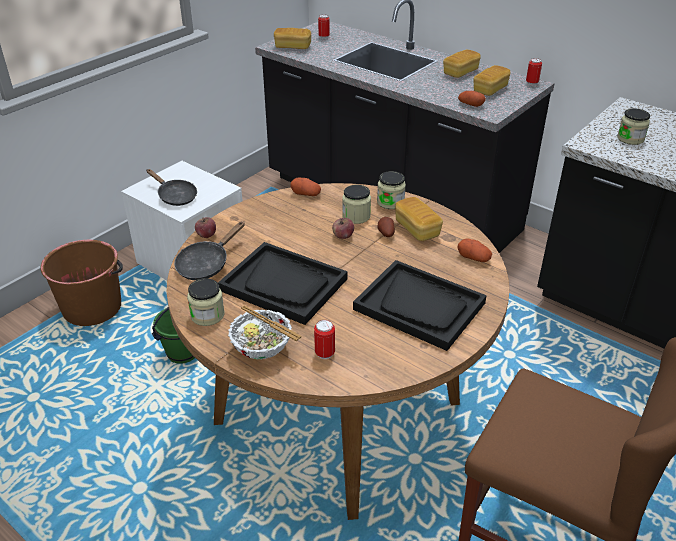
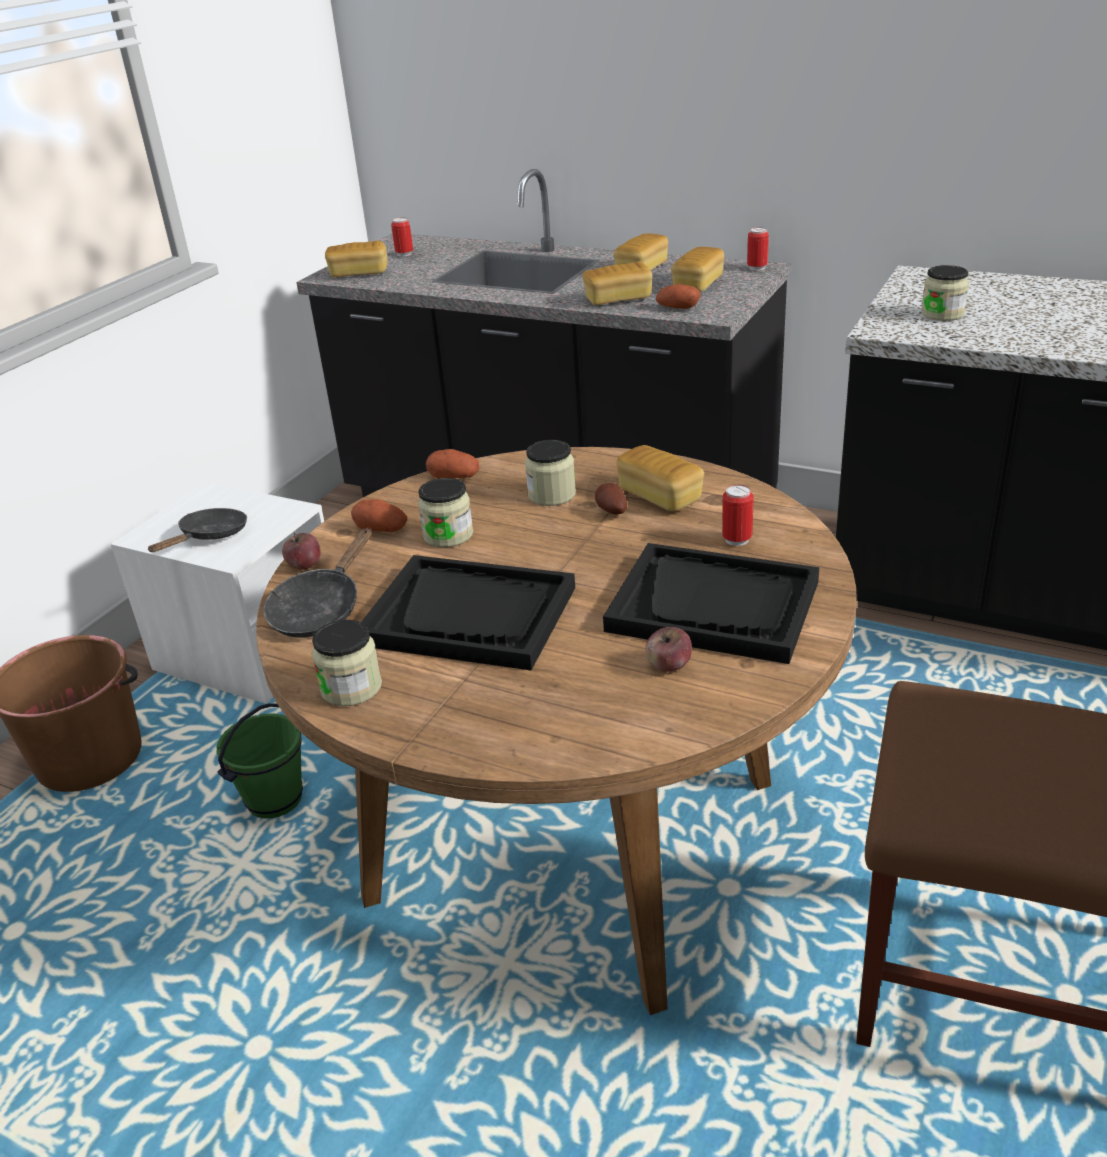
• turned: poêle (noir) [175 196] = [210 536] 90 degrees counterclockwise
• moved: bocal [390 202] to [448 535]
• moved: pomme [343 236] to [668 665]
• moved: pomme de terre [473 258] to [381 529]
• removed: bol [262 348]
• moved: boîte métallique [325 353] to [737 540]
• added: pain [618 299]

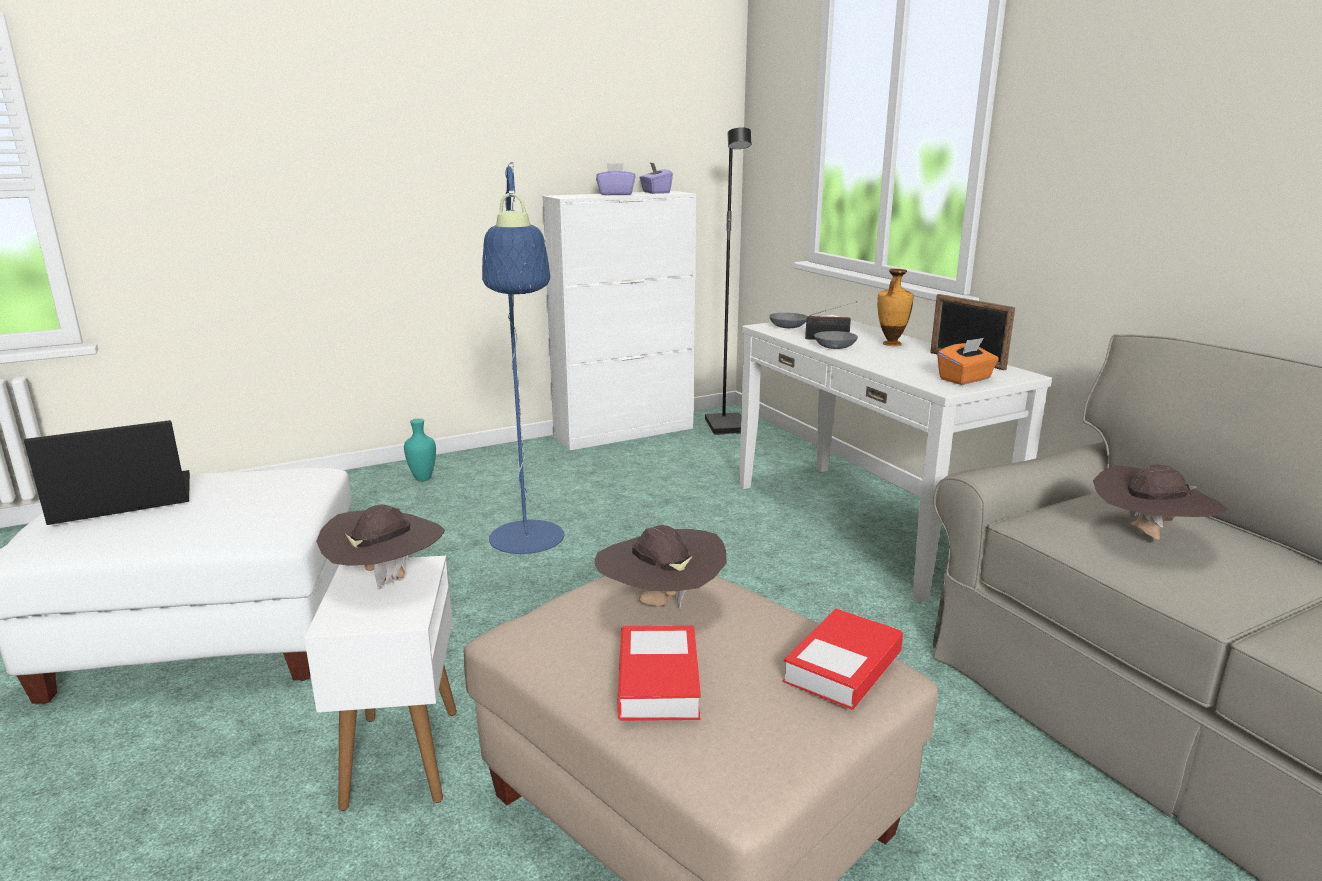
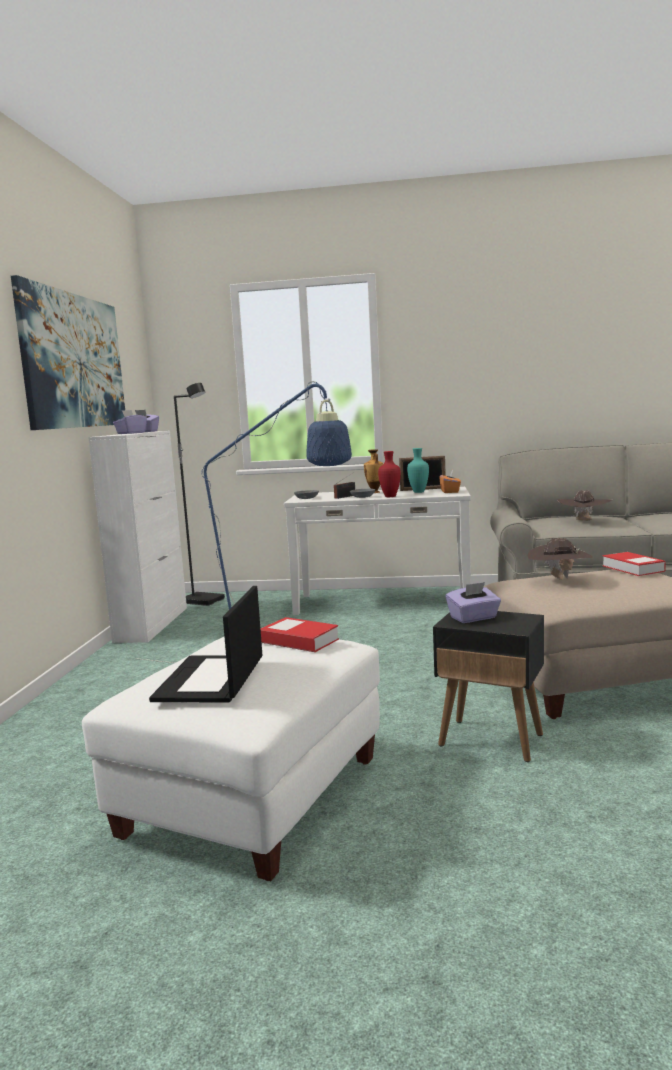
• moved: vase (turquoise) [423 478] to [418 492]
• replaced: chapeau (marron) [387 579] to boîte à mouchoirs (violet) [473 618]
• recoloured: table d'appoint (blanc) [402 758] to table d'appoint (noir) [492 740]
• moved: livre [658 681] to [299 641]
• added: tableau [74 361]
• added: vase (rouge) [390 496]

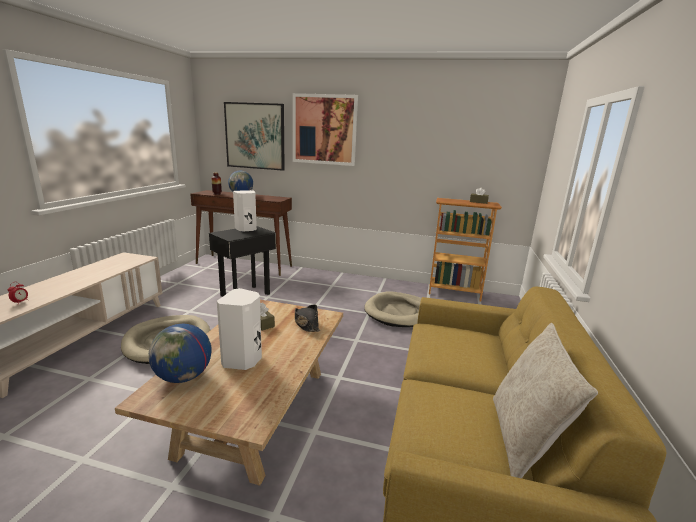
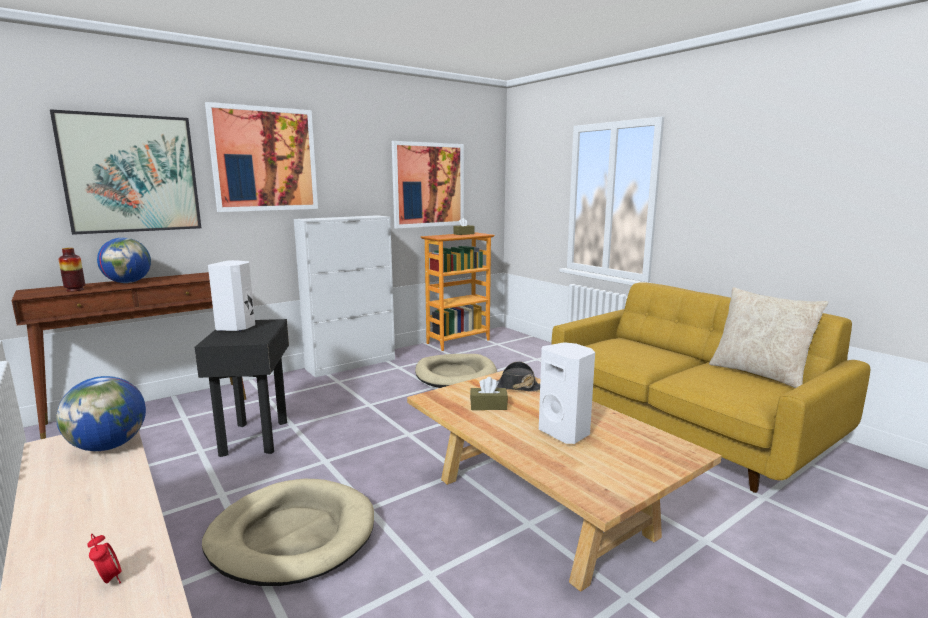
• moved: globe [183 377] to [109 446]
• added: tableau [428 185]
• added: meuble de rangement (blanc) [351 364]

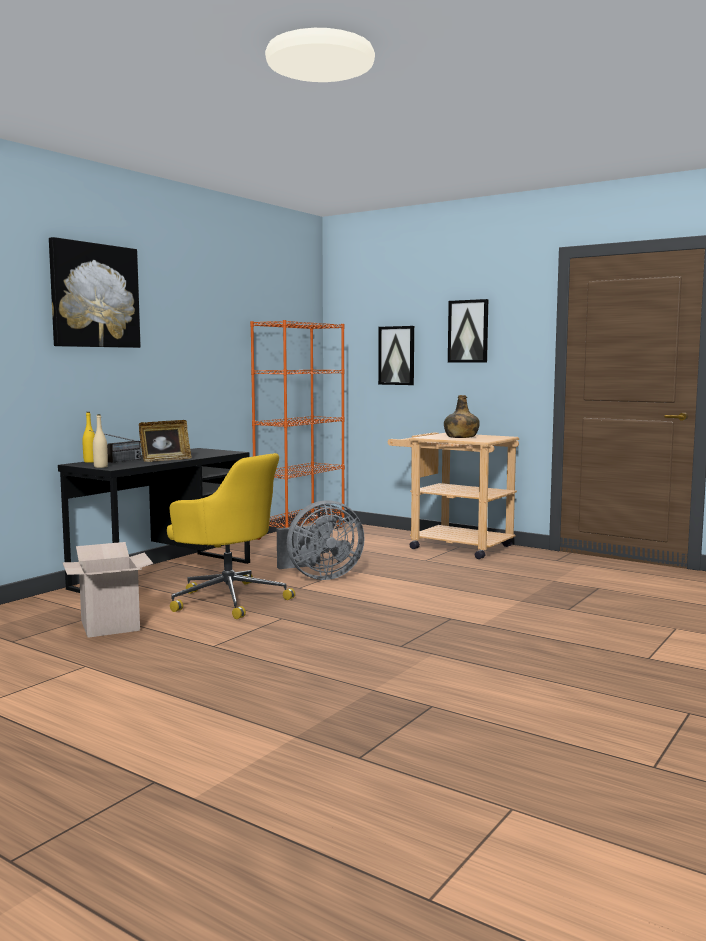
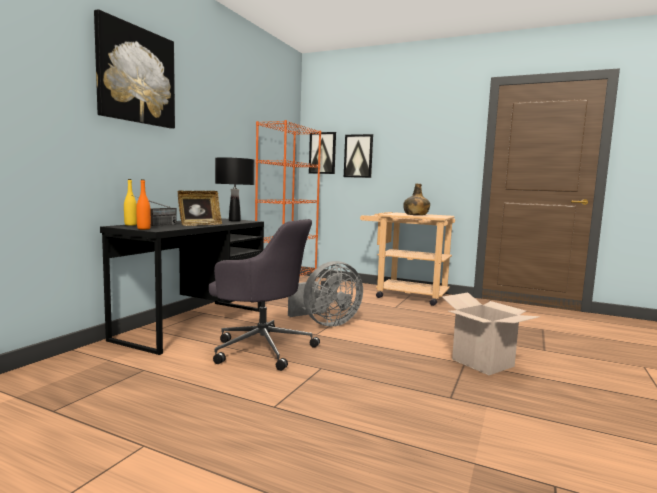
• moved: tableau [468 331] to [322 153]
• recoloured: bouteille (beige) [100 467] to bouteille (orange) [143 228]
• recoloured: chaise de bureau (jaune) [228 599] to chaise de bureau (gris) [261 348]
• moved: carton [110 626] to [482 363]
• added: lampe de table (noir) [234 220]

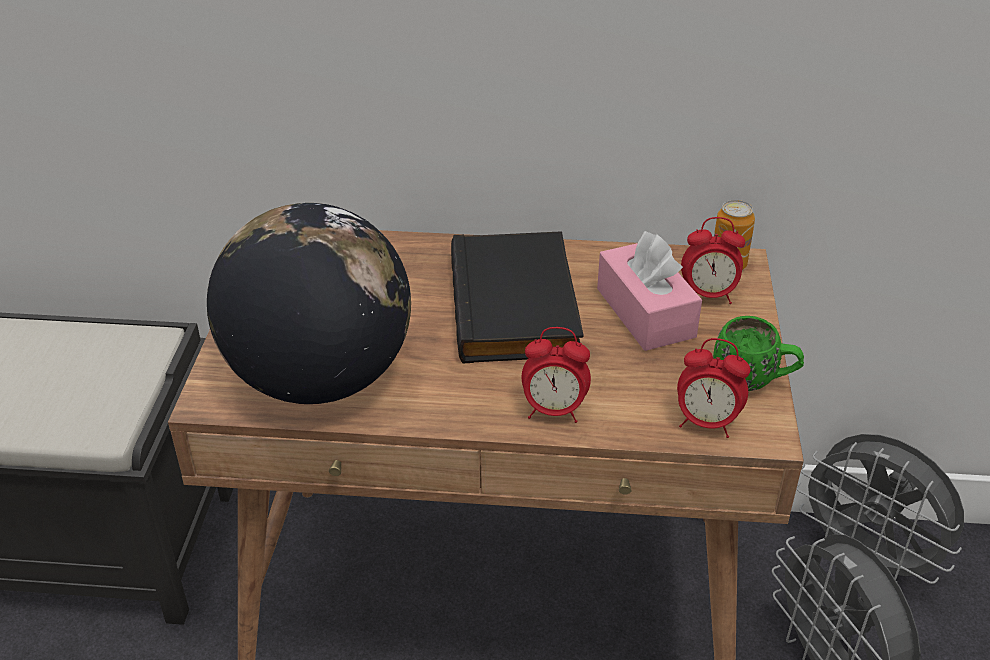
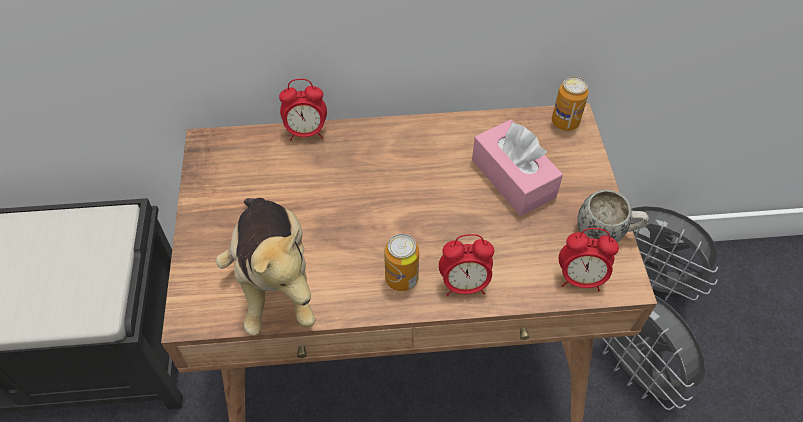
• replaced: globe [320 378] to peluche [275 280]
• moved: réveil [708 295] to [306 132]
• removed: livre (noir) [518 305]
• recoloured: mug (vert) [753 382] to mug (blanc) [606 234]
• added: boîte métallique [401 278]

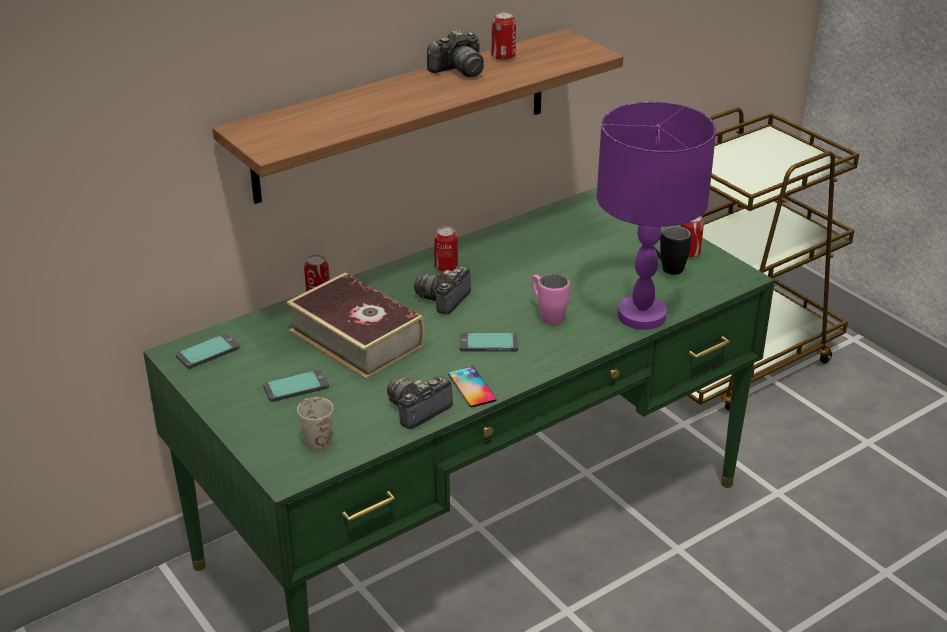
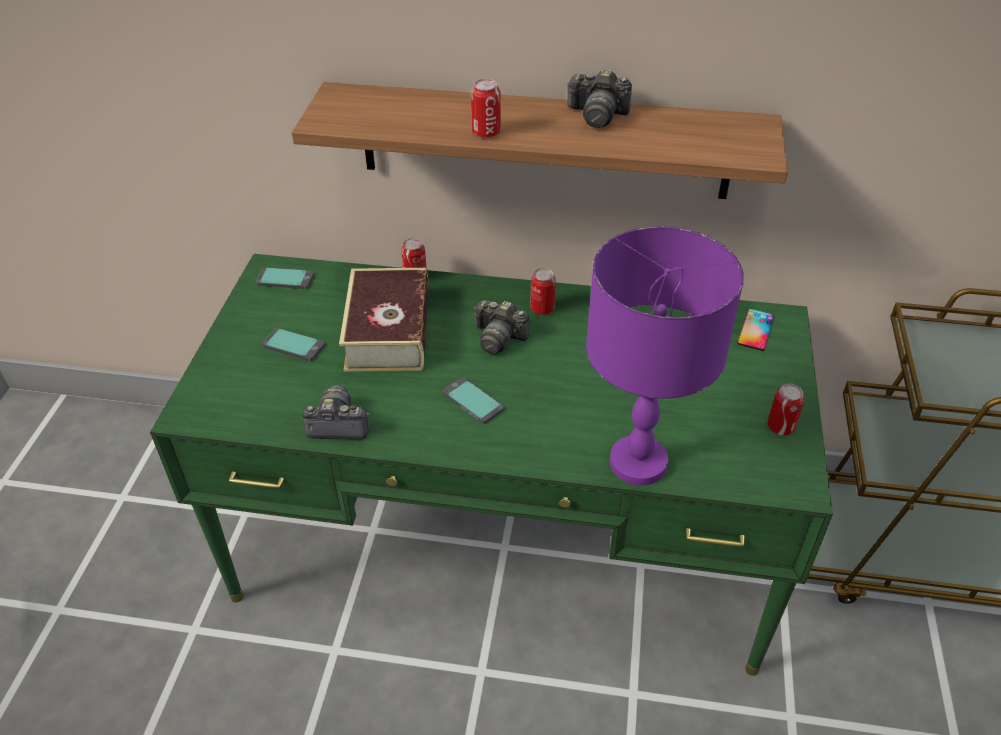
• moved: boîte métallique [503 57] to [486 132]
• removed: mug (noir) [666 267]
• turned: appareil photo [444 299] = [498 337] 135 degrees counterclockwise
• removed: mug (rose) [547 315]
• moved: téléphone [471 387] to [755 330]
• removed: mug (blanc) [314 436]

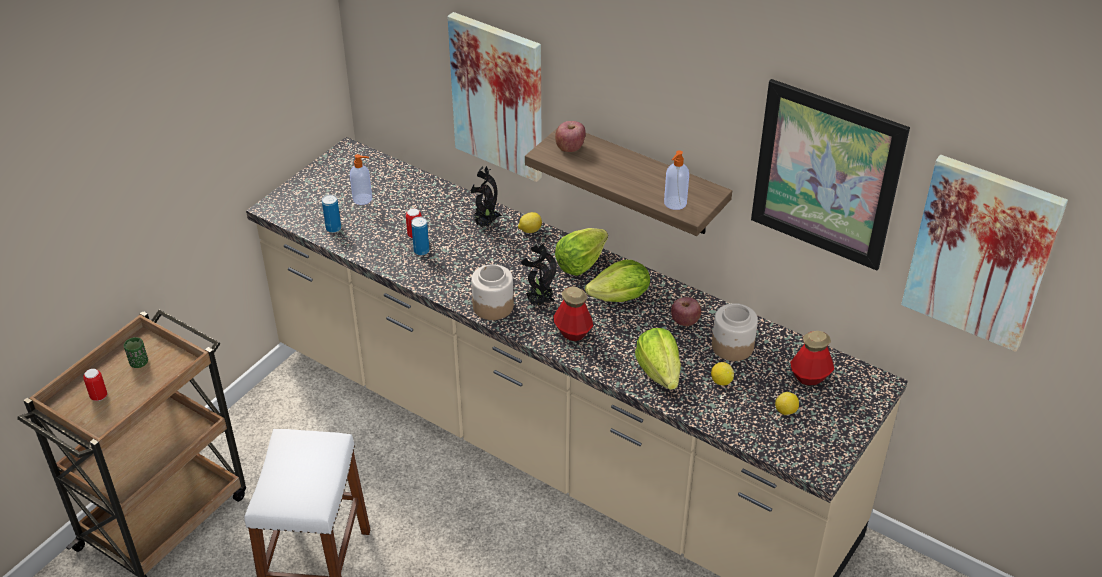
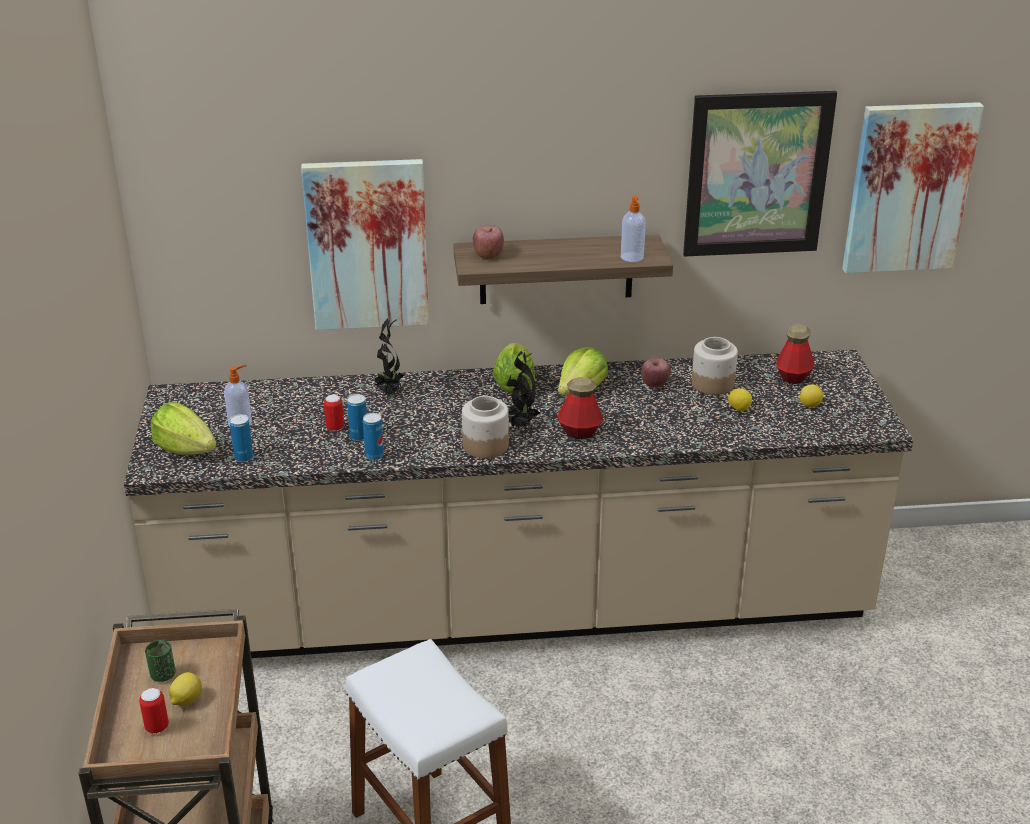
• moved: citron [529 230] to [186 700]
• moved: laitue [659 372] to [185 449]
• added: boîte métallique [374 456]

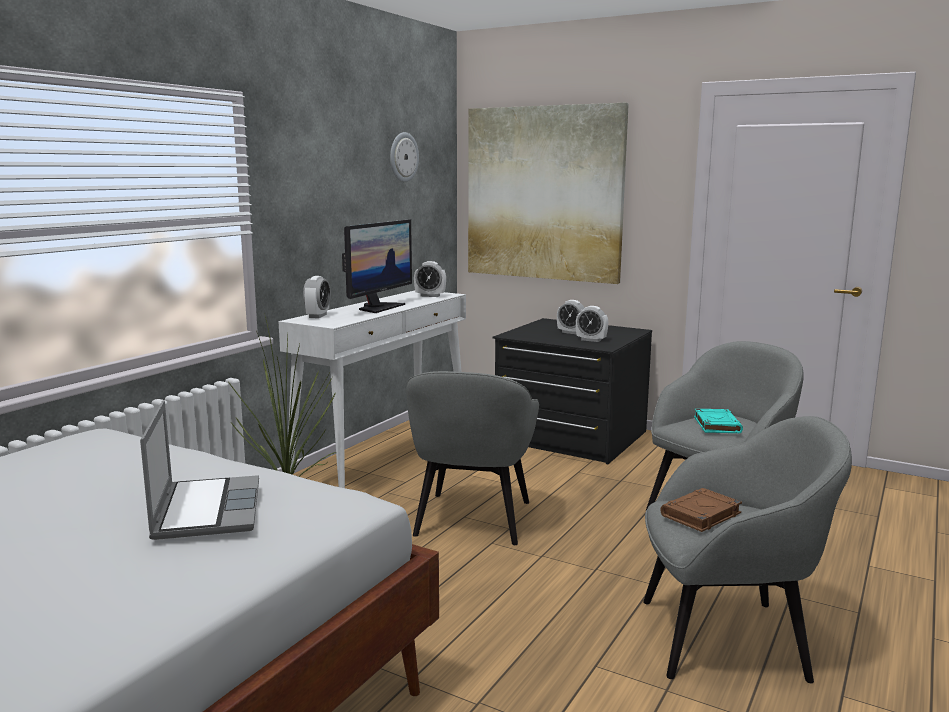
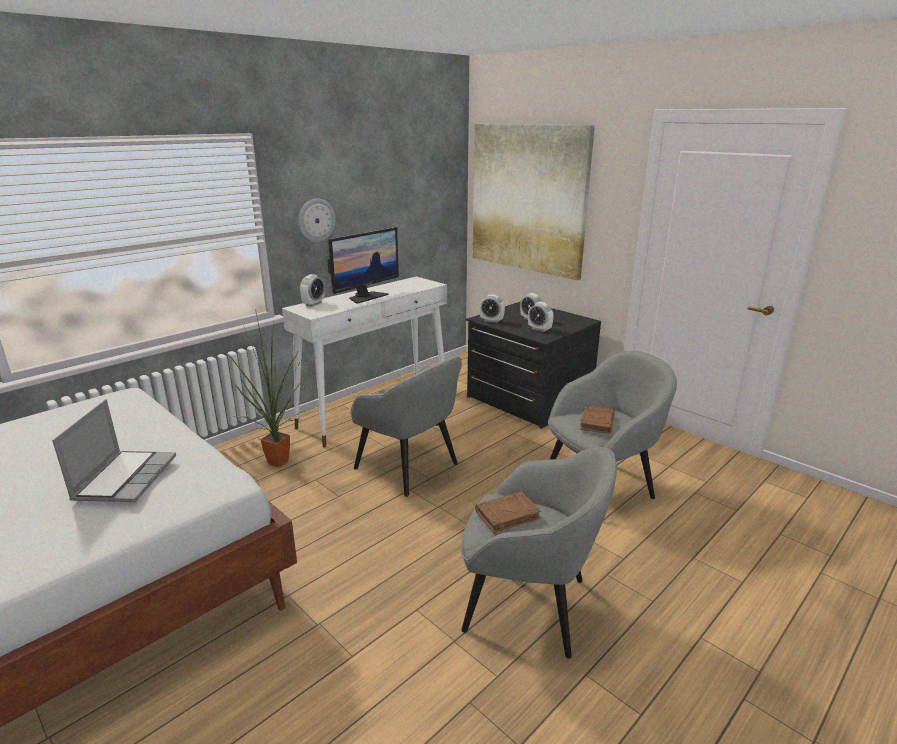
• moved: horloge murale [403 157] to [316 220]
• moved: réveil [430 296] to [491 321]
• turned: fauteuil (gris) [472 520] = [408 467] 75 degrees counterclockwise
• recoloured: livre (turquoise) [716 425] to livre (marron) [596 422]

